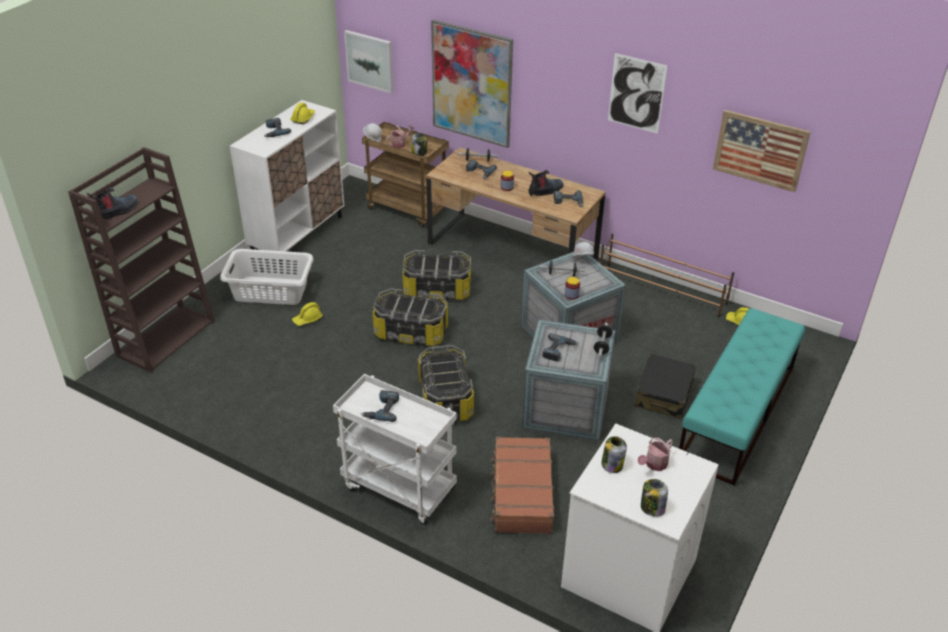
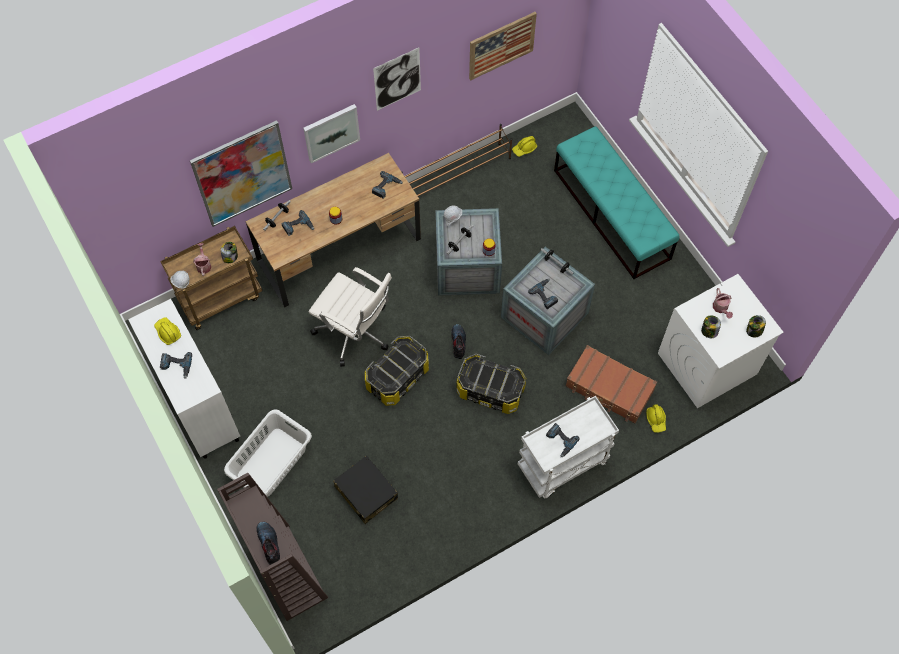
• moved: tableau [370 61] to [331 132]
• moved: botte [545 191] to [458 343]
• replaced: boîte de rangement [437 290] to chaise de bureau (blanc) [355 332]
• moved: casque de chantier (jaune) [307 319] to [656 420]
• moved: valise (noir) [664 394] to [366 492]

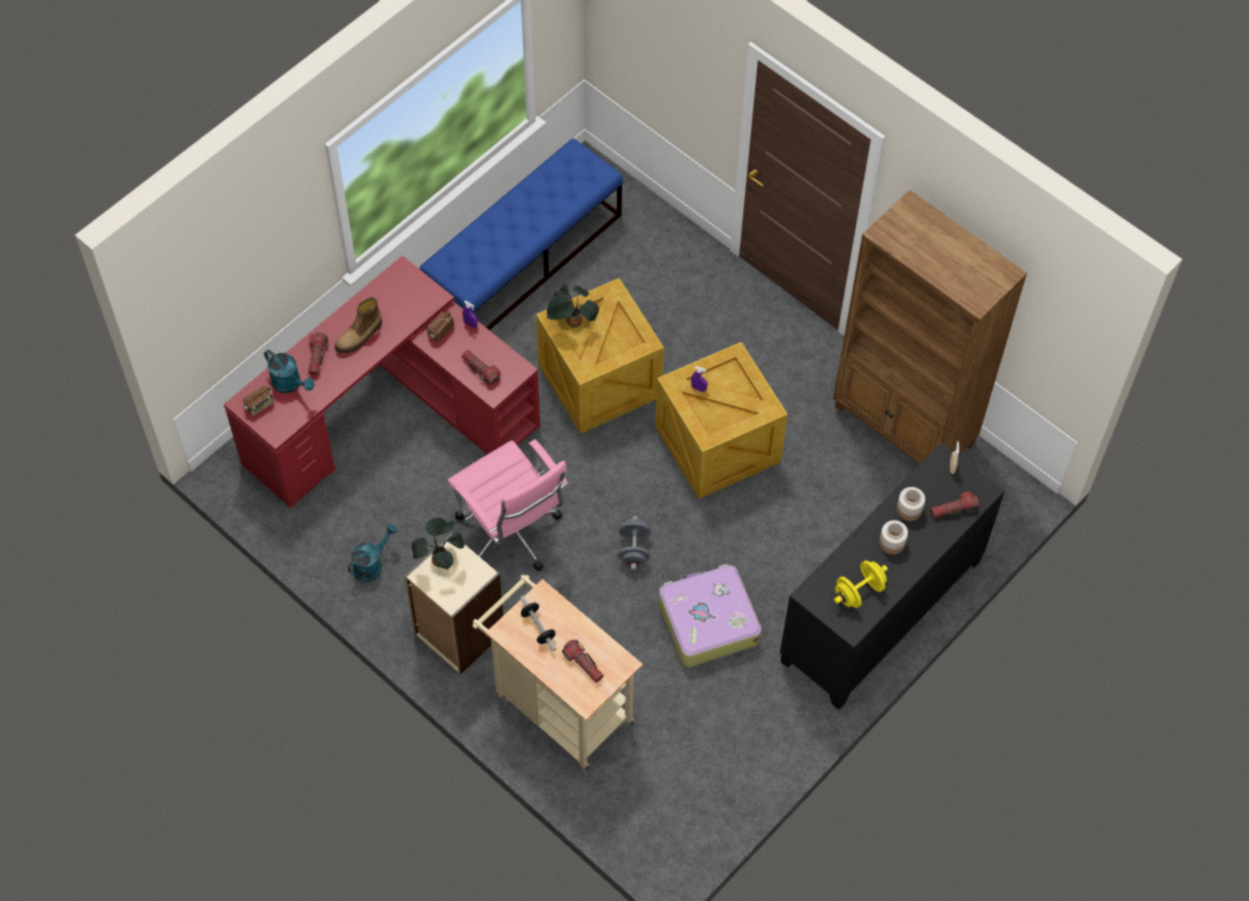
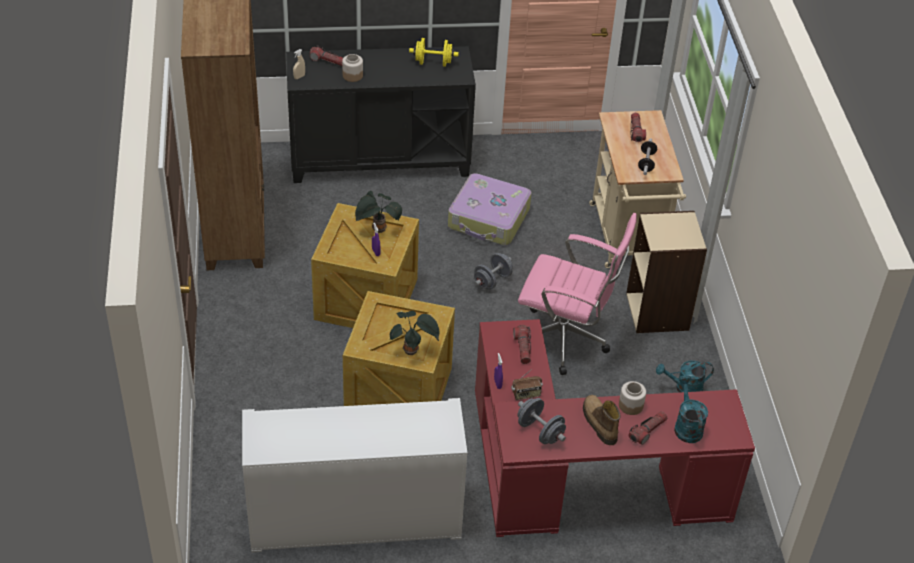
• replaced: banc (bleu) [524 260] to meuble de rangement (blanc) [355 518]
• turned: botte [359 336] = [598 423] 105 degrees counterclockwise
• removed: radio [259 406]
• turned: chaise de bureau (rose) [512 536] = [566 340] 105 degrees clockwise
• moved: plante en pot [441 559] to [377 230]
• moved: bocal [892 543] to [630 405]
• added: haltère (gris) [540 431]

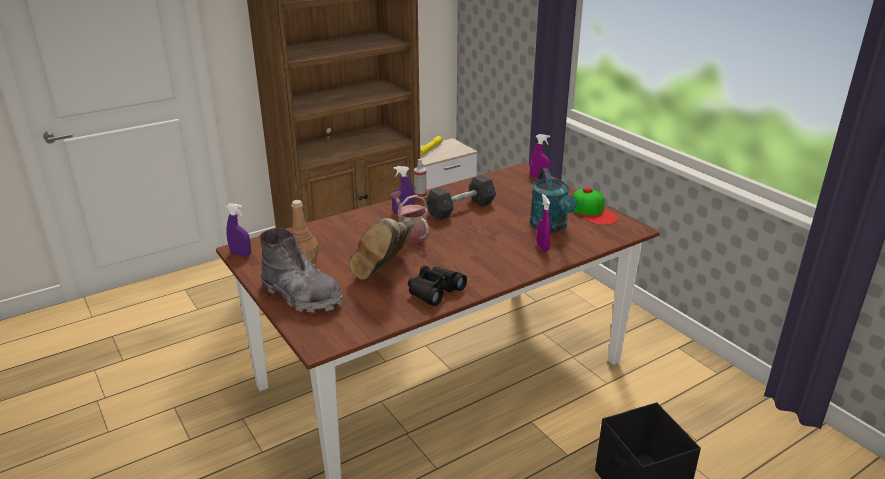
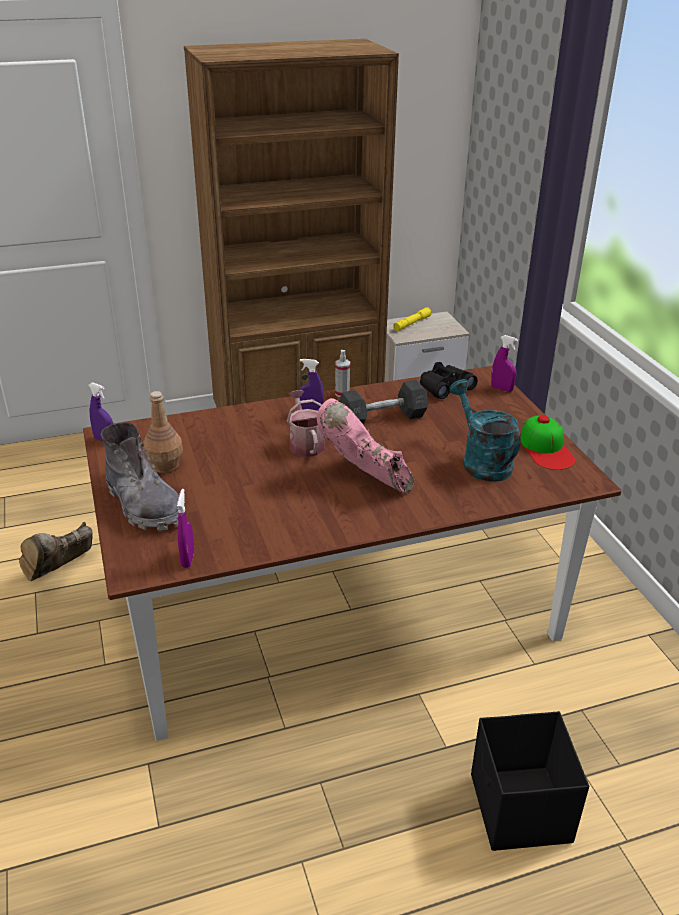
• turned: arrosoir (turquoise) [551 227] = [481 461] 150 degrees clockwise
• moved: vaporisateur (violet) [542 247] to [187 559]
• moved: botte (marron) [385 270] to [60 572]
• moved: jumelles (noir) [434 291] to [444 387]
• added: botte (rose) [365 478]

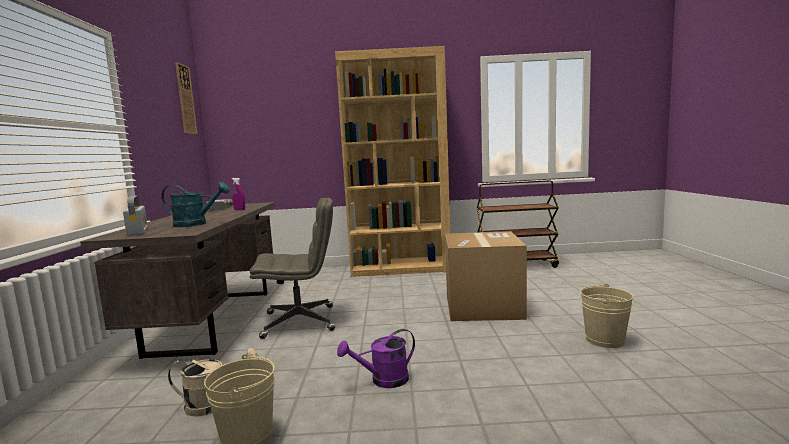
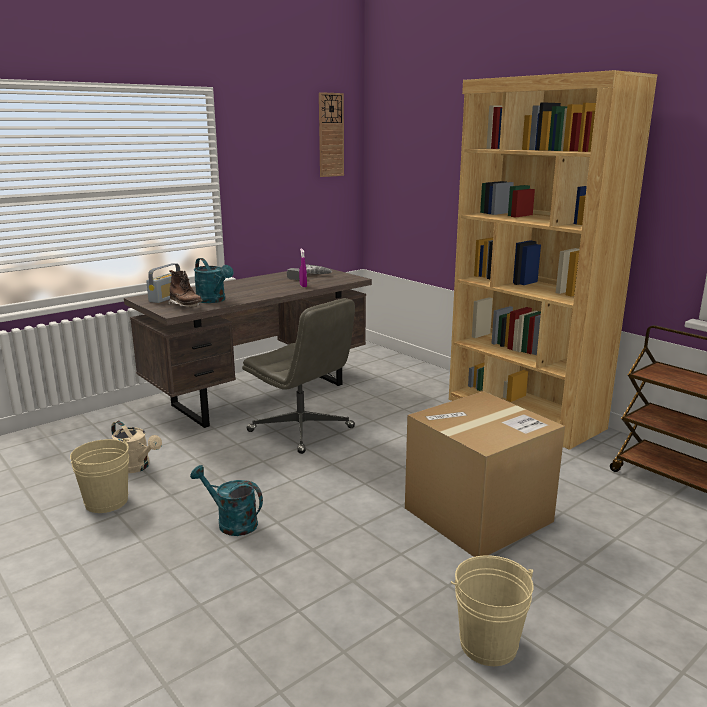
• recoloured: arrosoir (violet) [383 380] to arrosoir (turquoise) [231 522]
• added: botte (marron) [186 306]

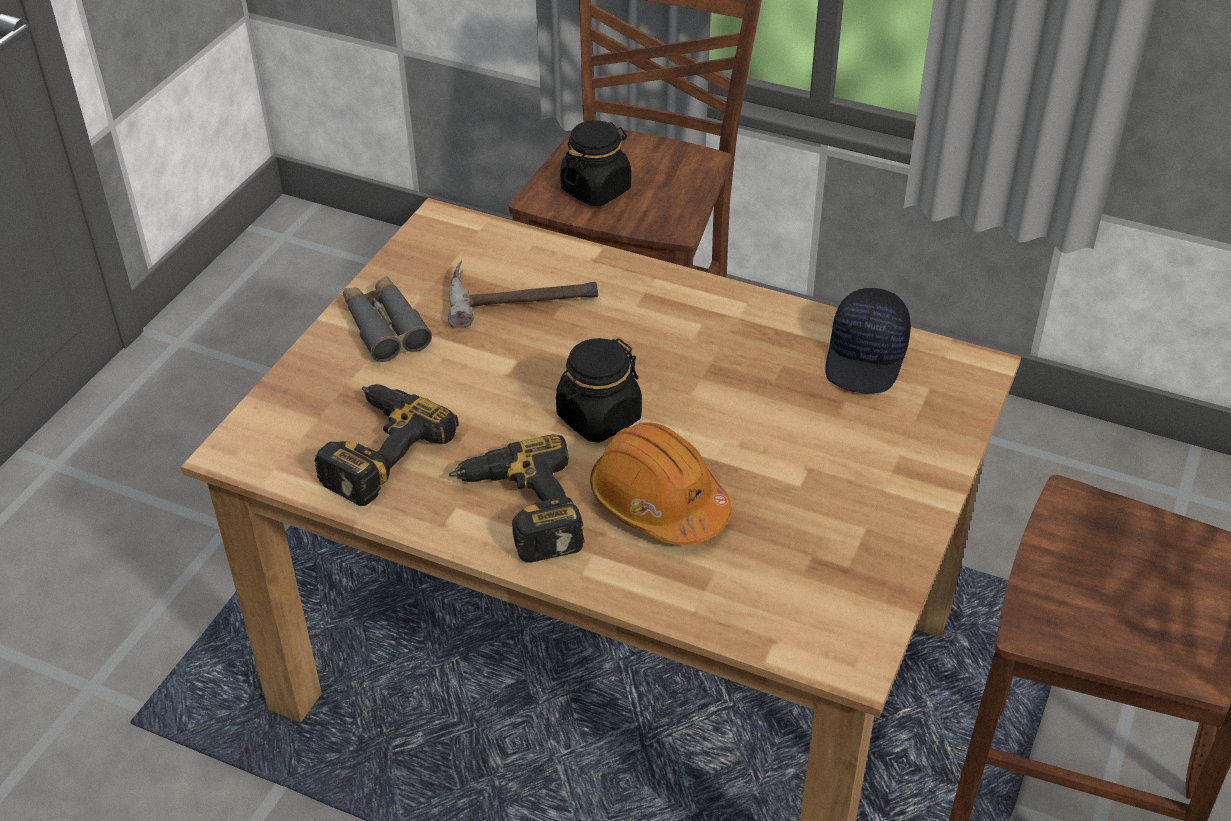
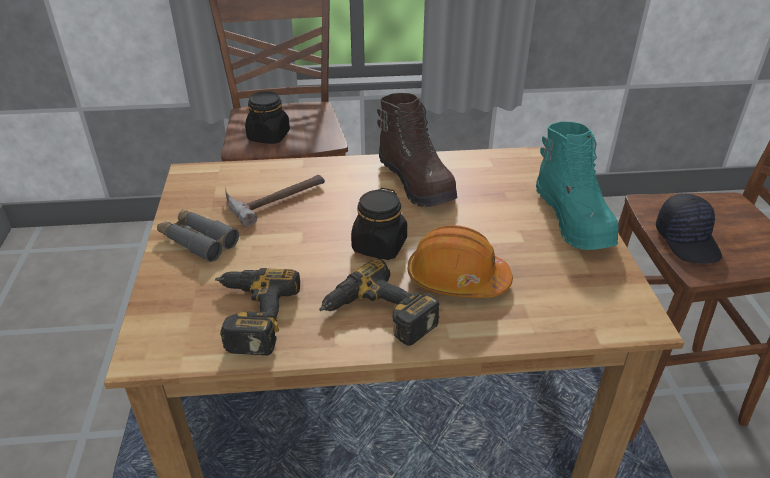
• moved: casquette (noir) [867 358] to [688 240]
• added: botte (marron) [417 182]
• added: botte (turquoise) [574 219]

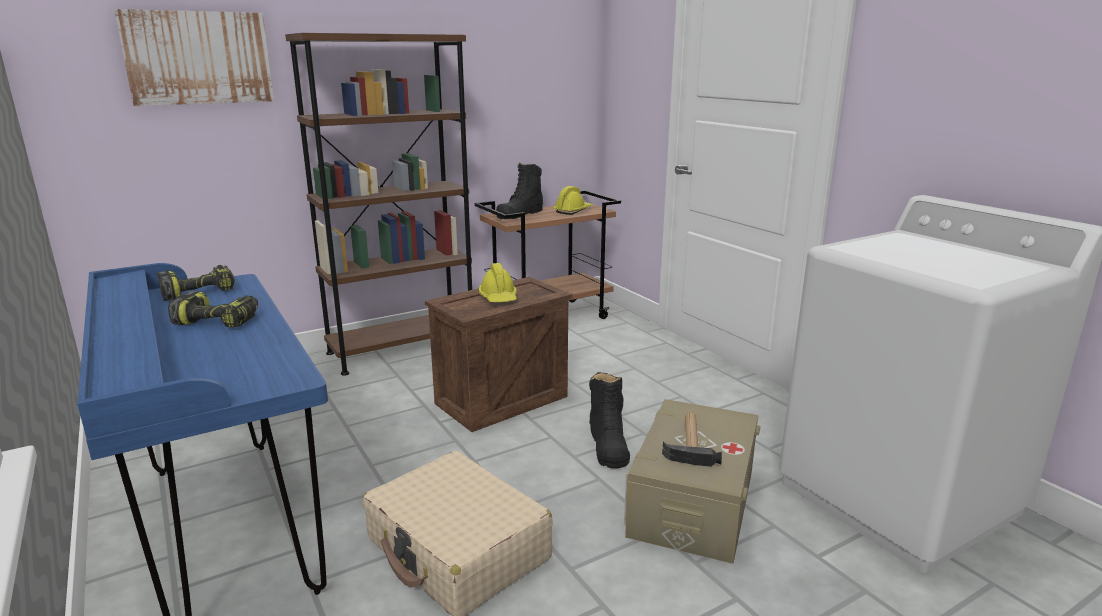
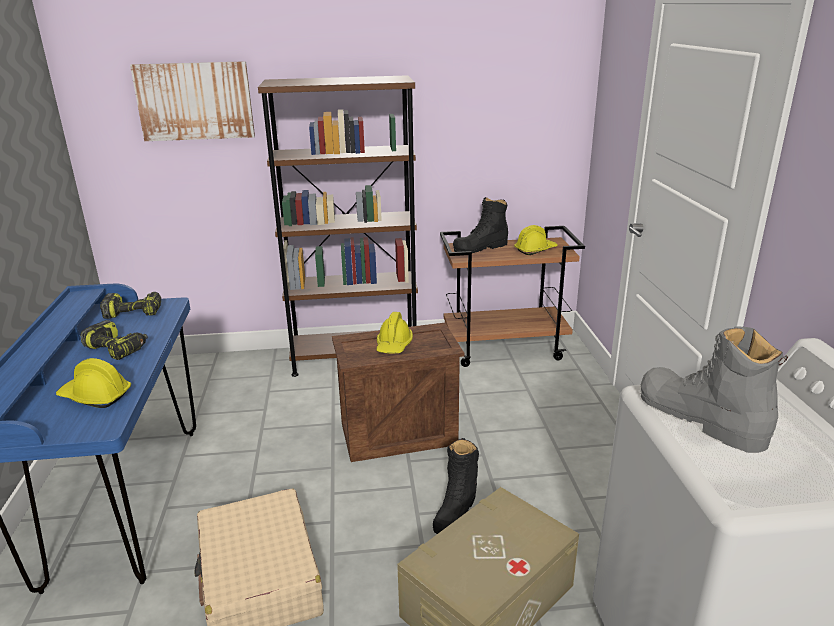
• removed: marteau [690 442]
• added: botte (gris) [700 418]
• added: casque de chantier (jaune) [95 396]

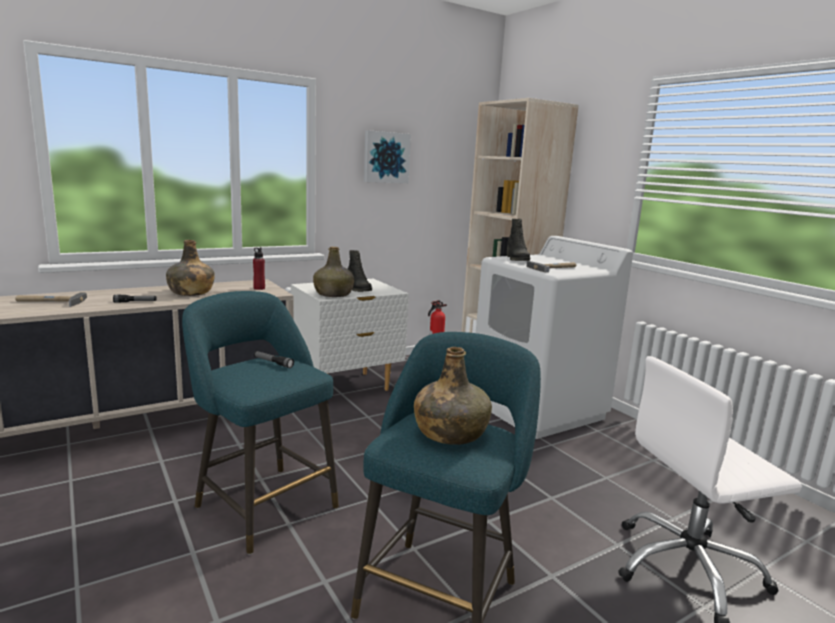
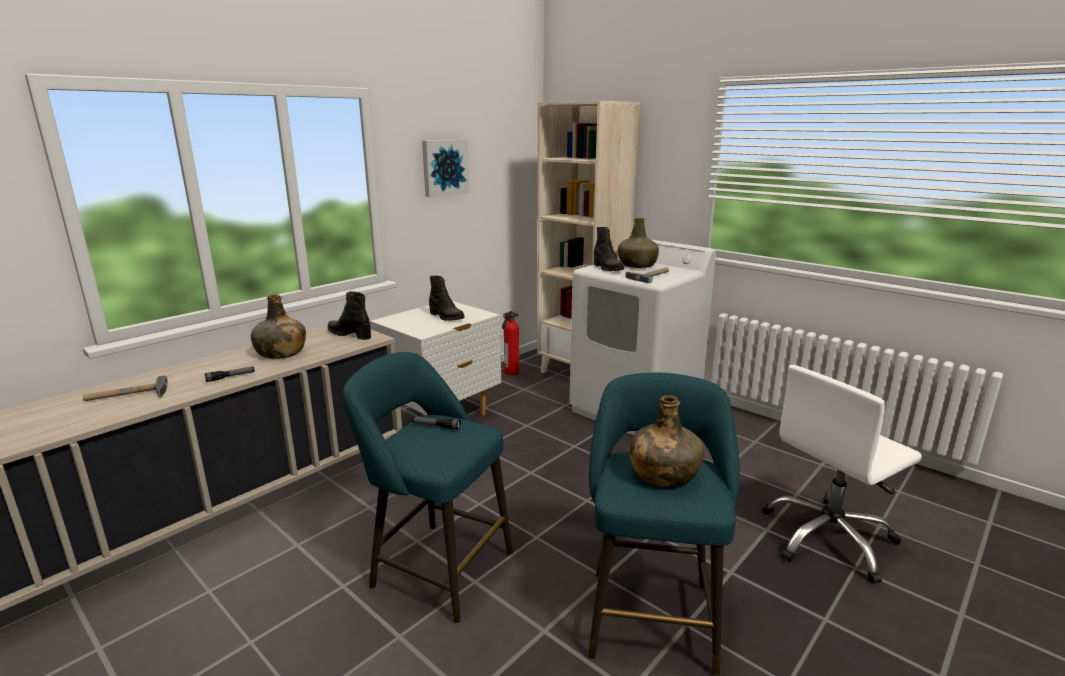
• replaced: bouteille (rouge) [259 288] to botte (noir) [350 334]
• moved: bouteille (vert) [334 294] to [637 265]

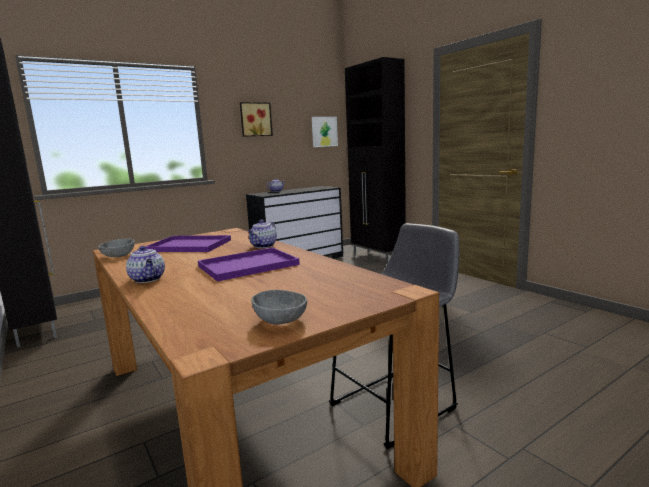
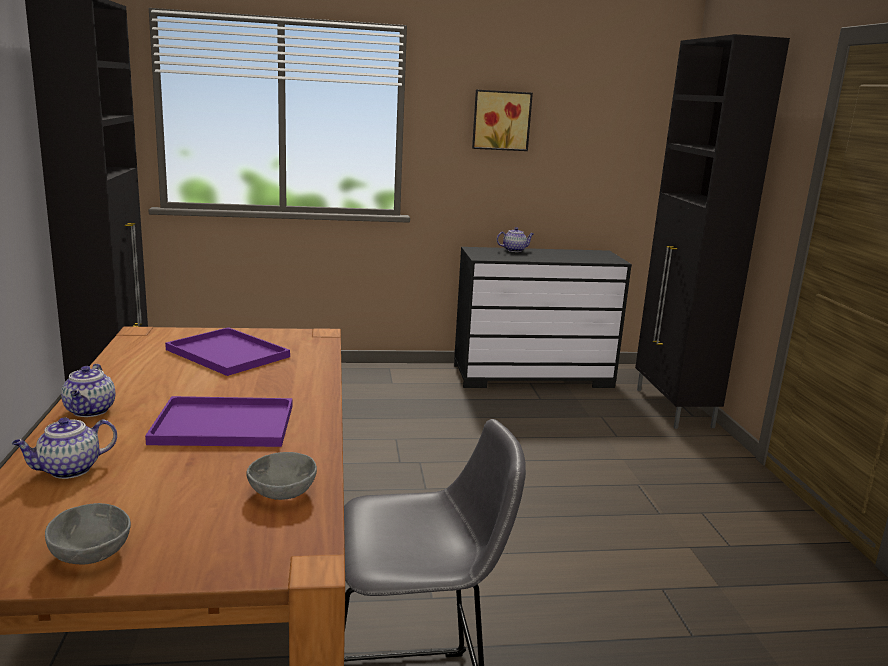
• removed: tableau [324 131]
• moved: théière [263 246] to [68 470]
• moved: bol (gris) [118 256] to [282 493]

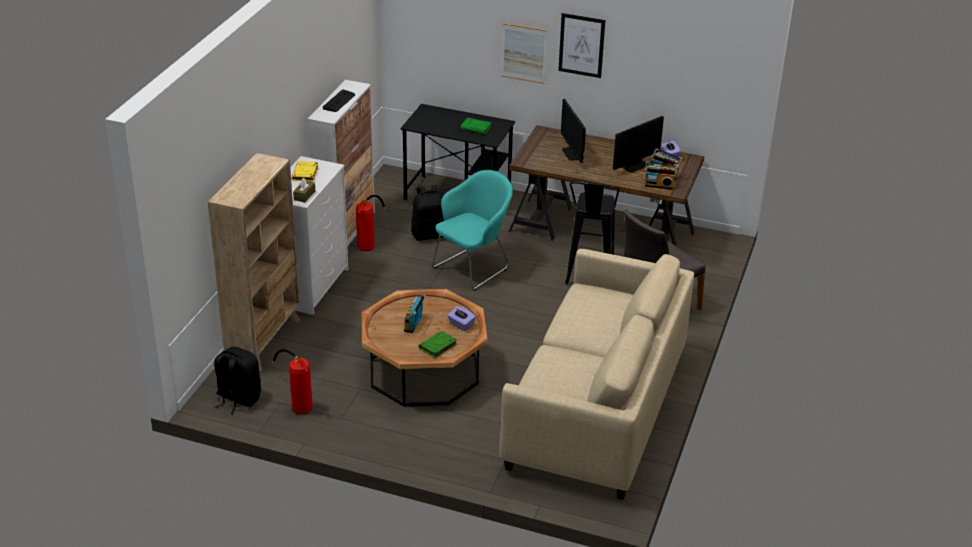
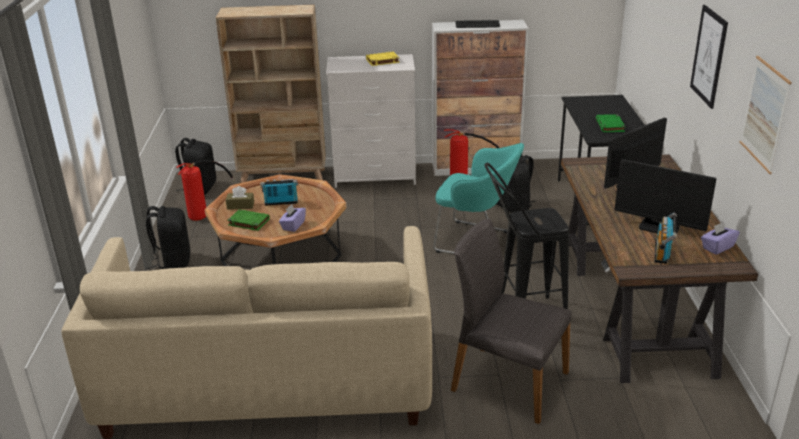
• moved: tableau [524 53] to [764 114]
• removed: radio [659 185]
• moved: boîte à mouchoirs (marron) [304 195] to [240 206]
• added: sac à dos (noir) [173 262]

